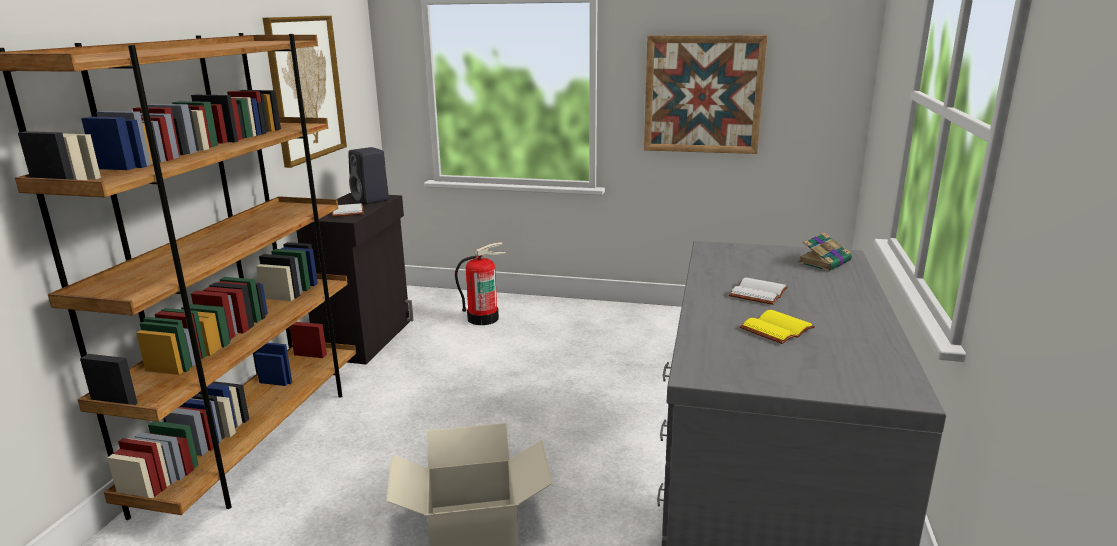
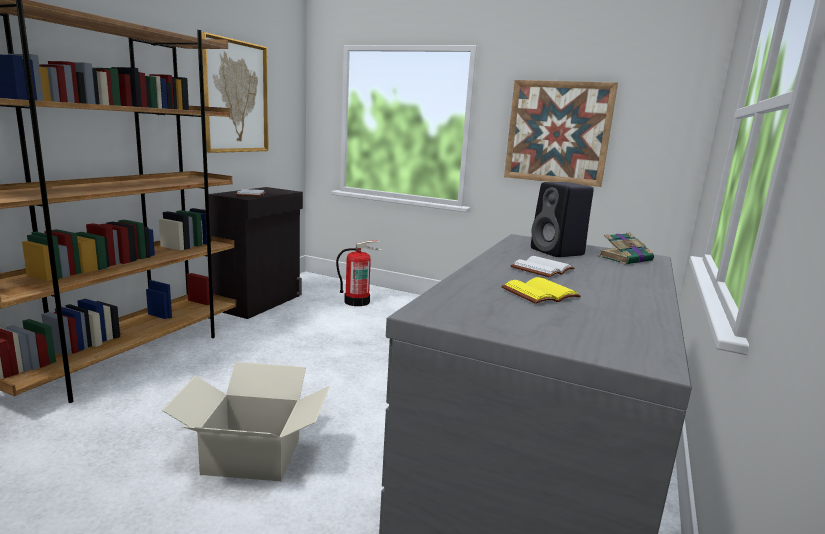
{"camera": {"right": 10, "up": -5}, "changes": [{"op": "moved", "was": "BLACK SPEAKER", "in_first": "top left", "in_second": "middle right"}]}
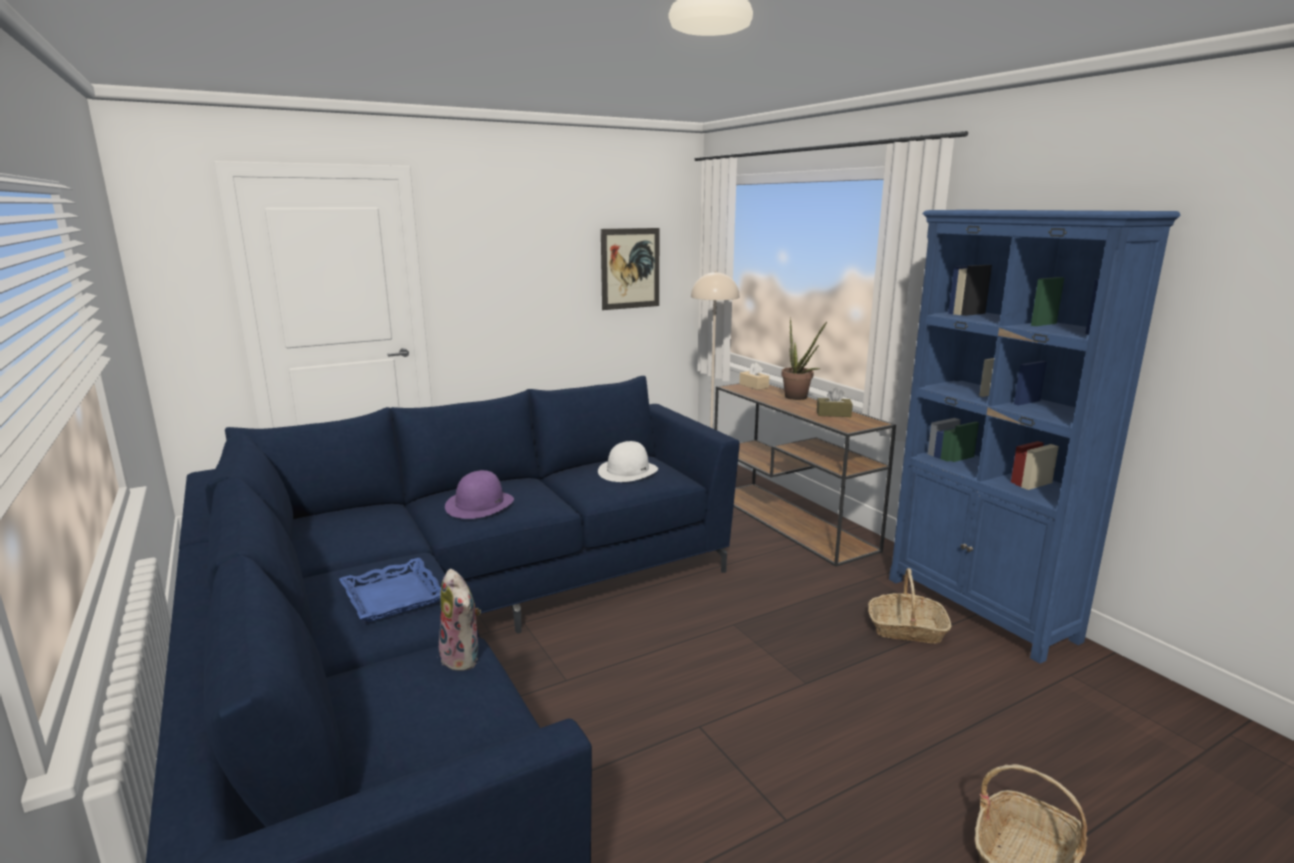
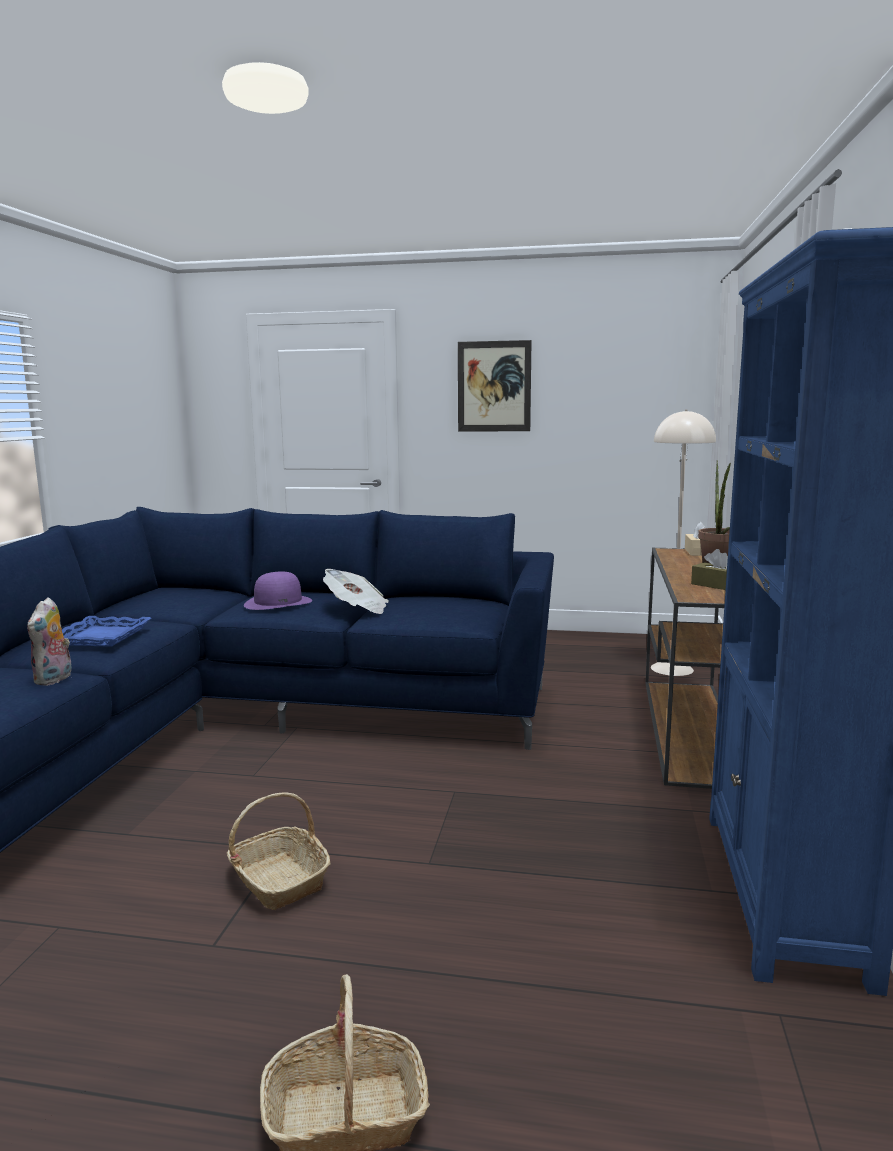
{"camera": {"right": 40, "up": -5}, "changes": [{"op": "moved", "was": "BASKET (1st from left)", "in_first": "bottom right", "in_second": "bottom left"}, {"op": "added", "now": "NEWSPAPER", "in_second": "centre"}, {"op": "moved", "was": "PICTURE", "in_first": "top centre", "in_second": "centre"}, {"op": "removed", "was": "WHITE HAT", "in_first": "centre"}]}
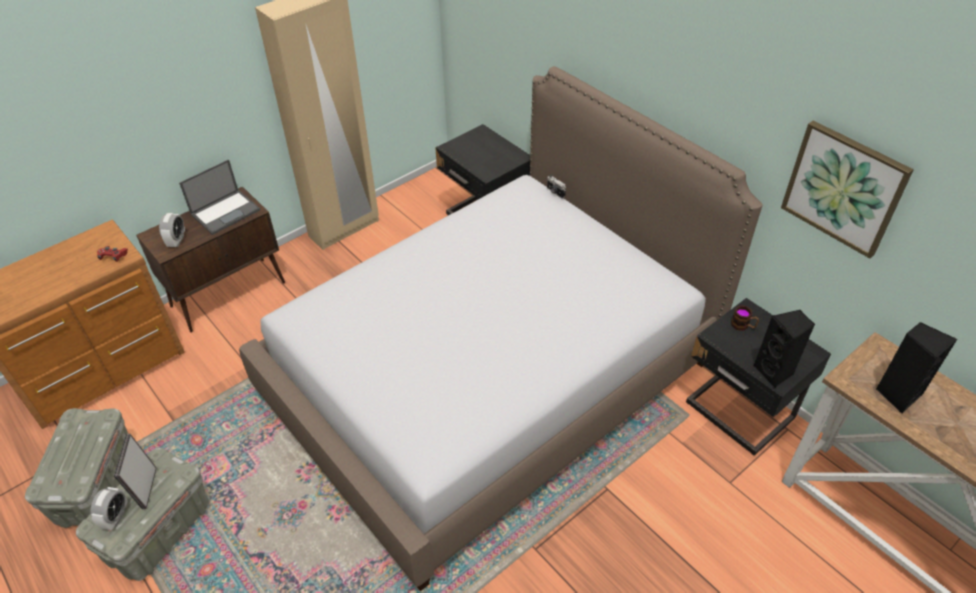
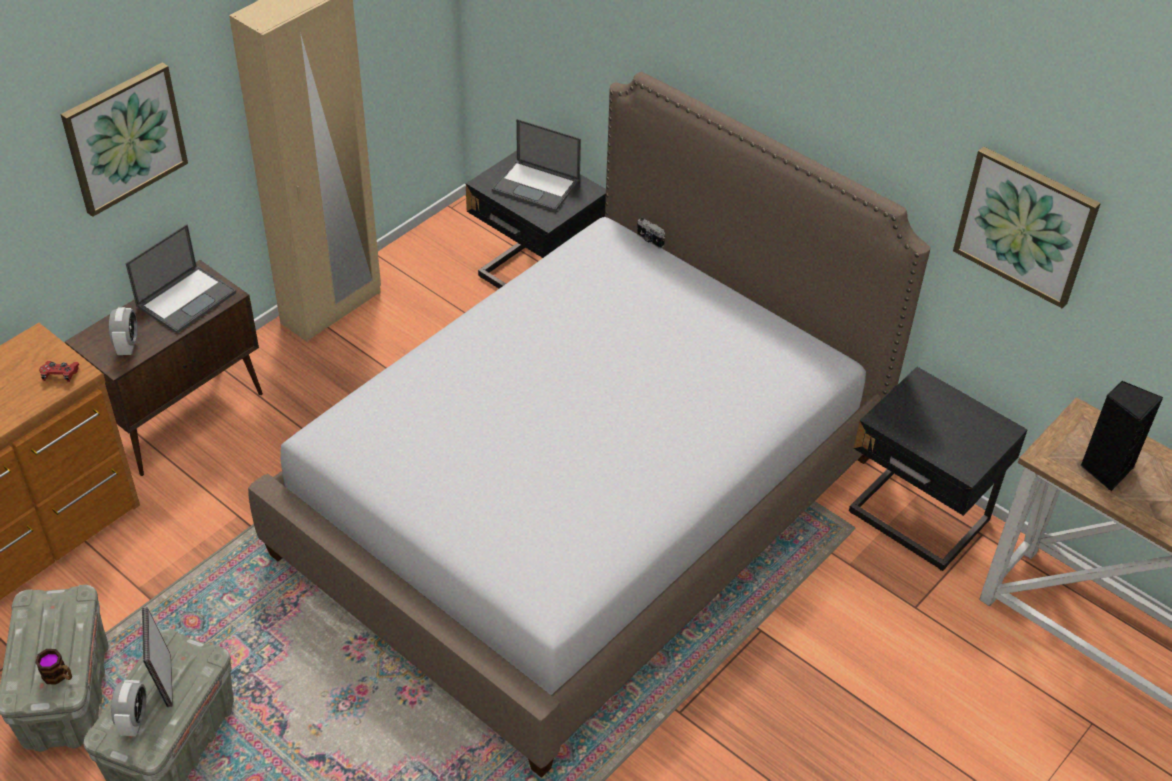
{"camera": {"right": -10, "up": 0}, "changes": [{"op": "moved", "was": "MUG", "in_first": "middle right", "in_second": "bottom left"}, {"op": "added", "now": "PICTURE (1st from left)", "in_second": "top left"}, {"op": "added", "now": "LAPTOP (2nd from left)", "in_second": "top centre"}, {"op": "removed", "was": "BLACK SPEAKER (1st from left)", "in_first": "middle right"}]}
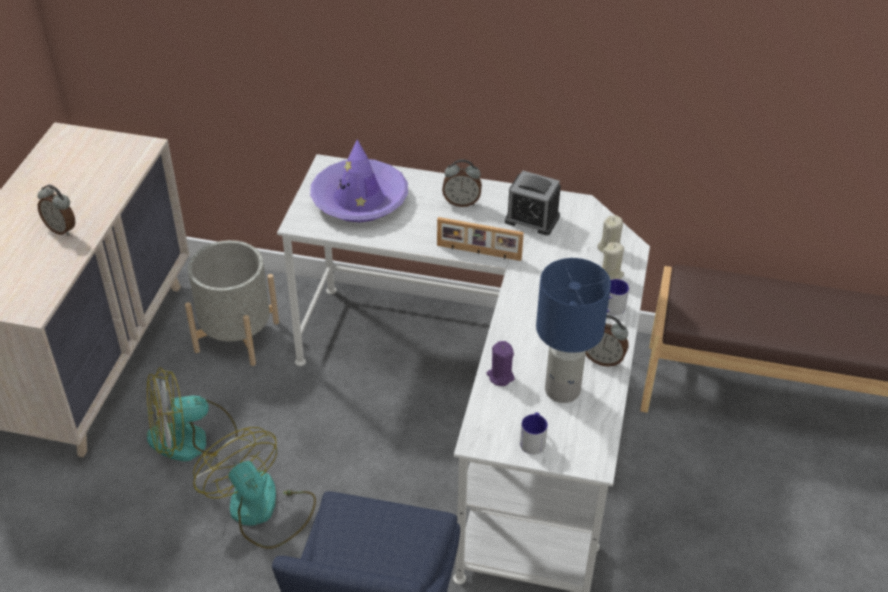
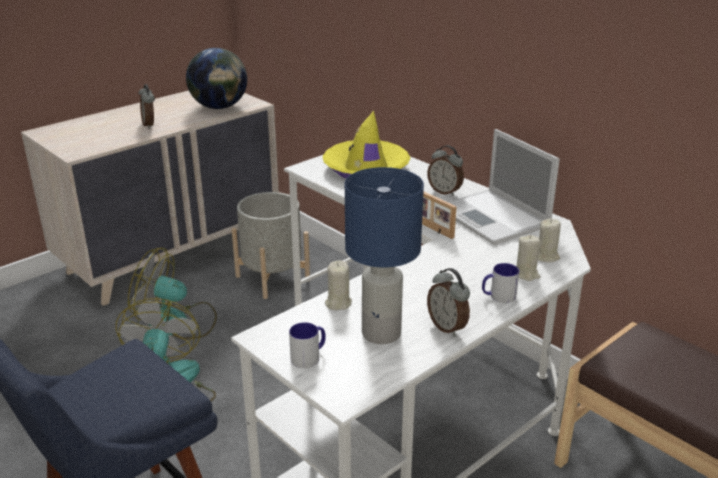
{"camera": {"right": 35, "up": -15}, "changes": [{"op": "added", "now": "GLOBE", "in_second": "top left"}, {"op": "recoloured", "was": "PURPLE HAT", "now": "YELLOW HAT", "in_first": "top centre", "in_second": "top centre"}, {"op": "recoloured", "was": "PURPLE CANDLE", "now": "BEIGE CANDLE (1st from left)", "in_first": "centre", "in_second": "centre"}, {"op": "replaced", "was": "ALARM CLOCK (3rd from left)", "now": "LAPTOP", "in_first": "centre", "in_second": "middle right"}]}
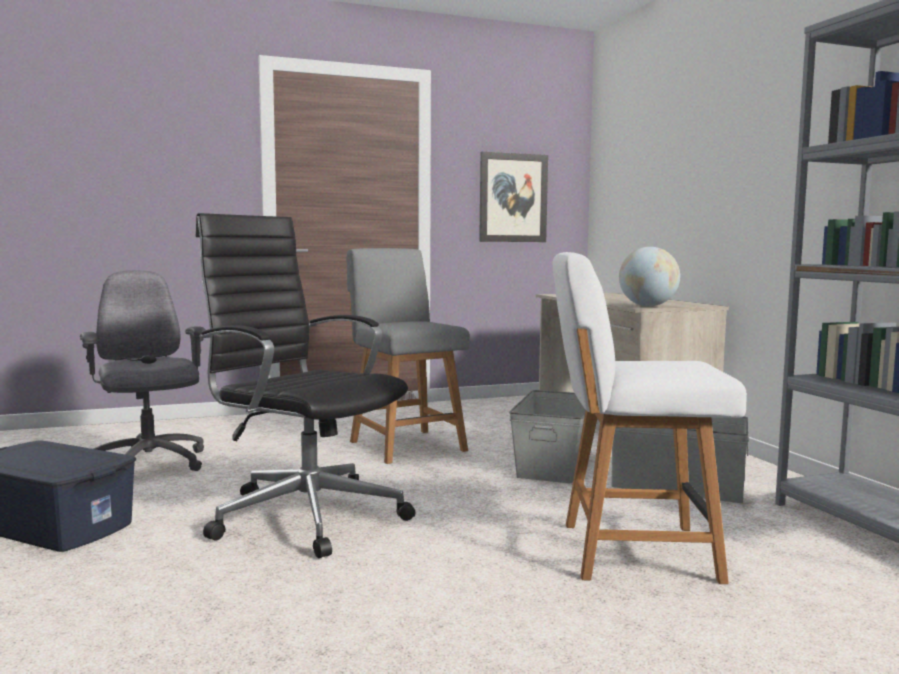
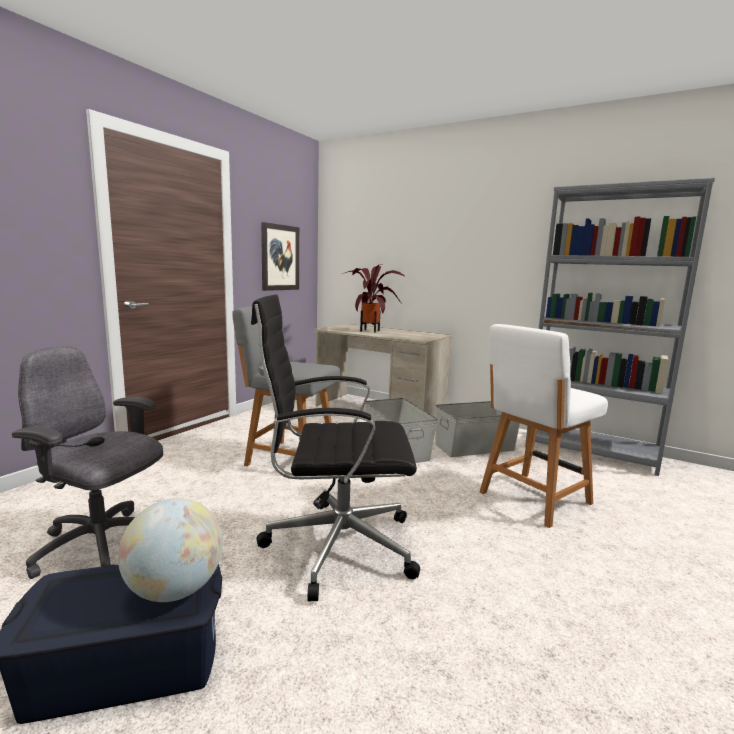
{"camera": {"right": -40, "up": 5}, "changes": [{"op": "moved", "was": "GLOBE", "in_first": "middle right", "in_second": "bottom left"}, {"op": "added", "now": "POTTED PLANT", "in_second": "centre"}]}
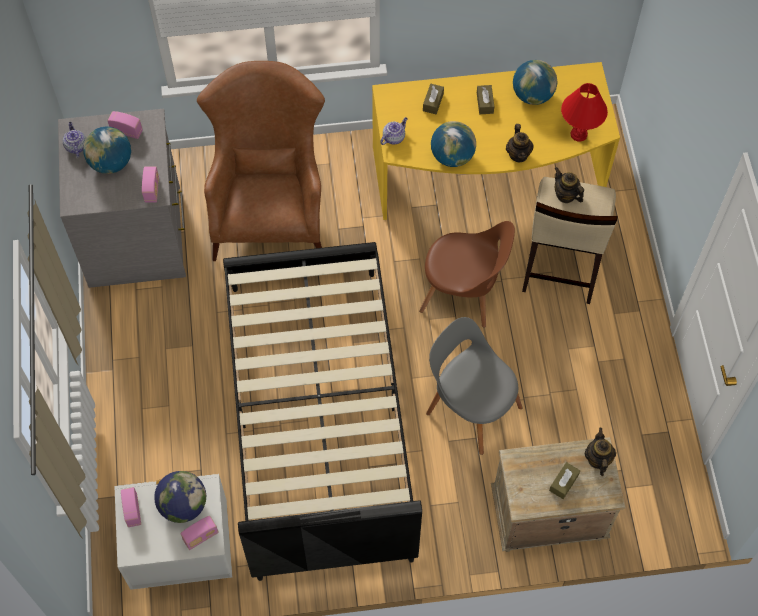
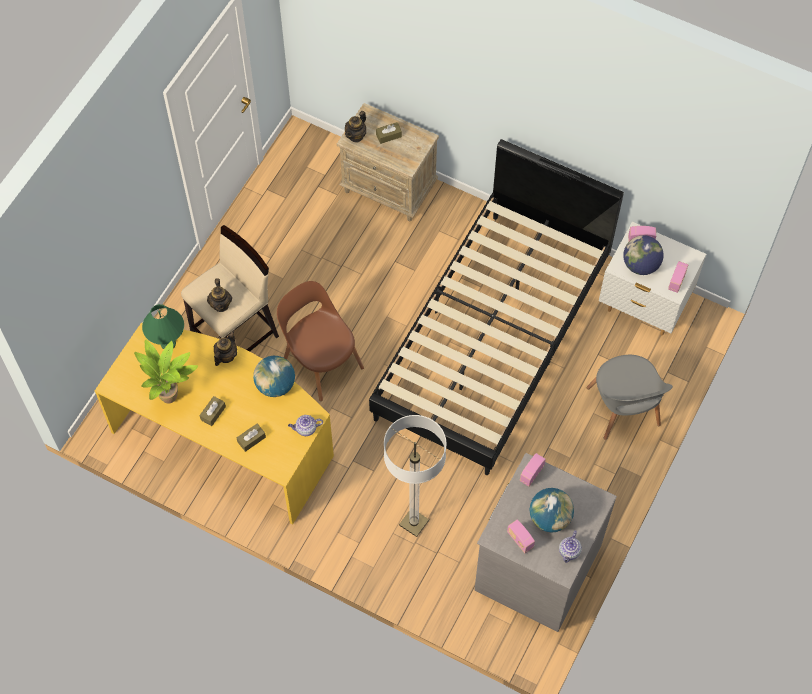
{"camera": {"right": -145, "up": 0}, "changes": [{"op": "replaced", "was": "GLOBE (4th from left)", "now": "POTTED PLANT", "in_first": "top right", "in_second": "middle left"}, {"op": "recoloured", "was": "RED TABLE LAMP", "now": "GREEN TABLE LAMP", "in_first": "top right", "in_second": "middle left"}, {"op": "replaced", "was": "BROWN ARMCHAIR", "now": "FLOOR LAMP", "in_first": "top centre", "in_second": "bottom centre"}, {"op": "moved", "was": "GREY CHAIR", "in_first": "centre", "in_second": "middle right"}]}
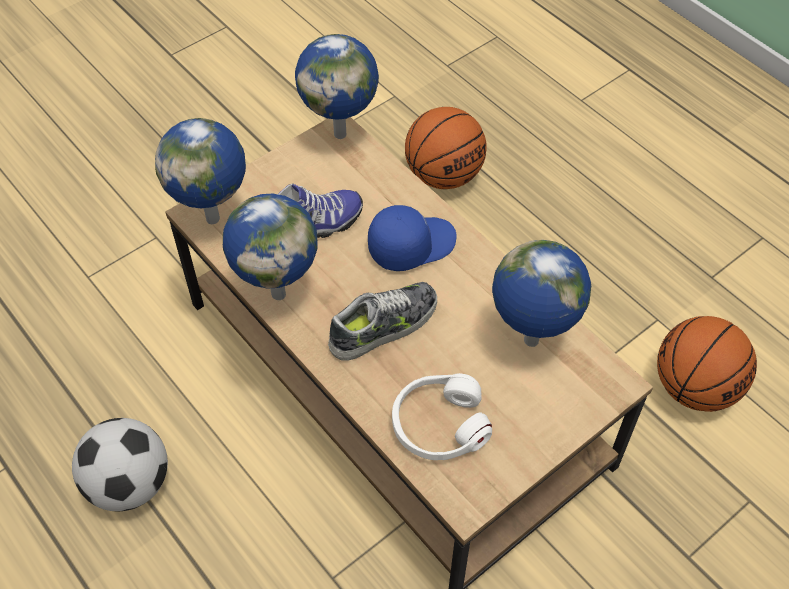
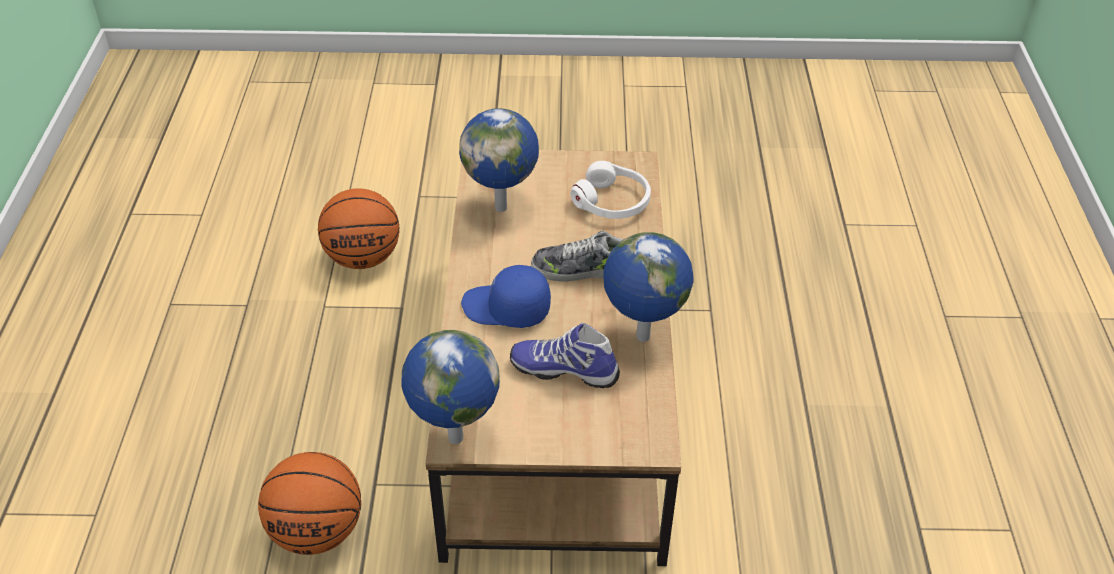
{"camera": {"right": -140, "up": -10}, "changes": [{"op": "removed", "was": "FOOTBALL", "in_first": "bottom left"}, {"op": "removed", "was": "GLOBE (1st from left)", "in_first": "top left"}]}
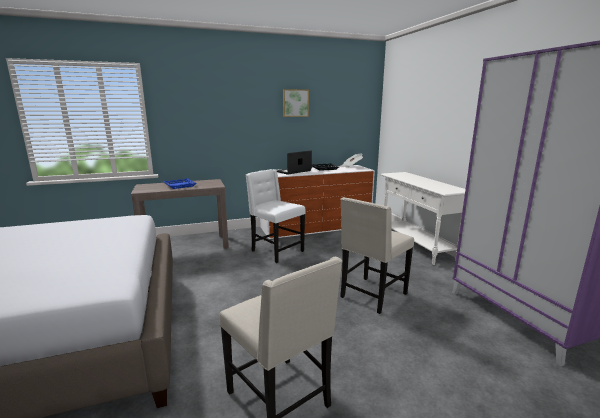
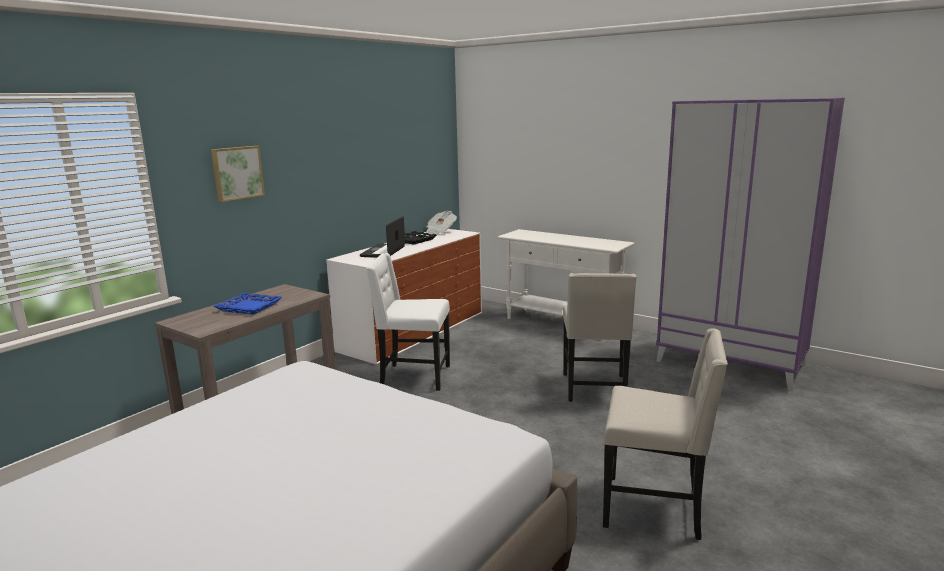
{"camera": {"right": -35, "up": 0}, "changes": [{"op": "moved", "was": "PICTURE", "in_first": "top centre", "in_second": "top left"}]}
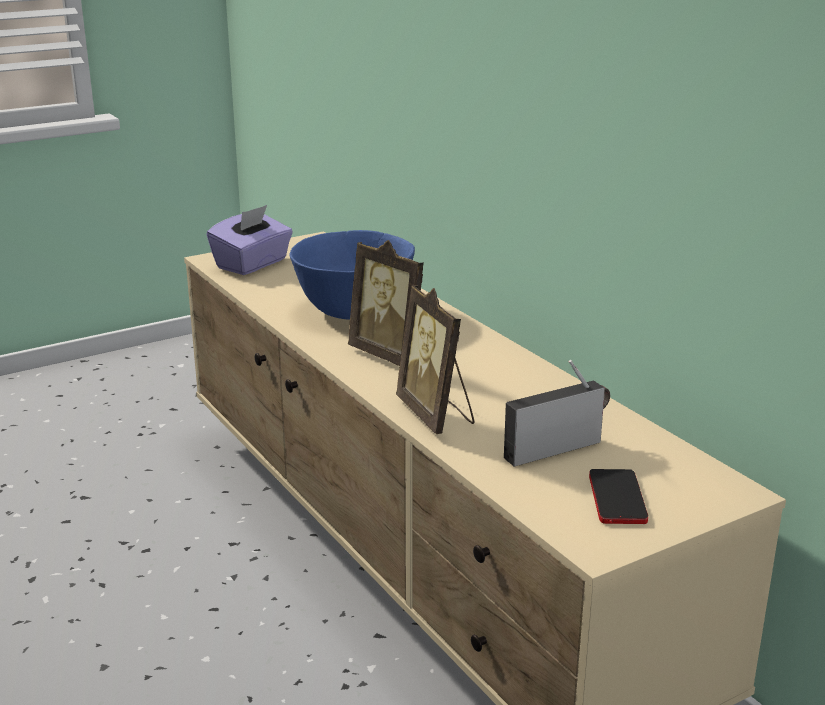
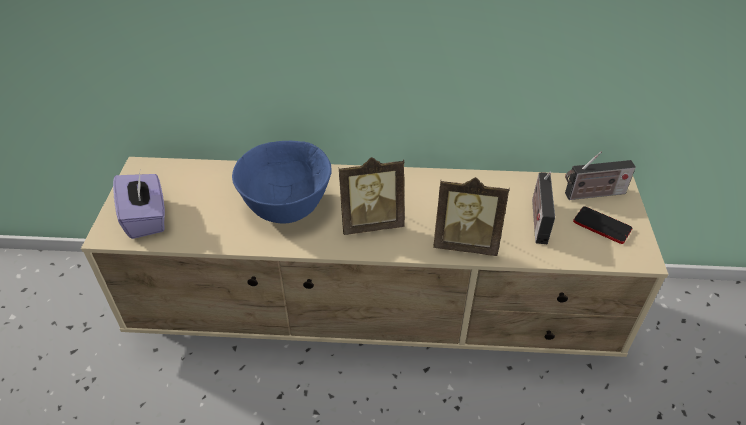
{"camera": {"right": -55, "up": 20}, "changes": [{"op": "added", "now": "RADIO (2nd from left)", "in_second": "middle right"}]}
